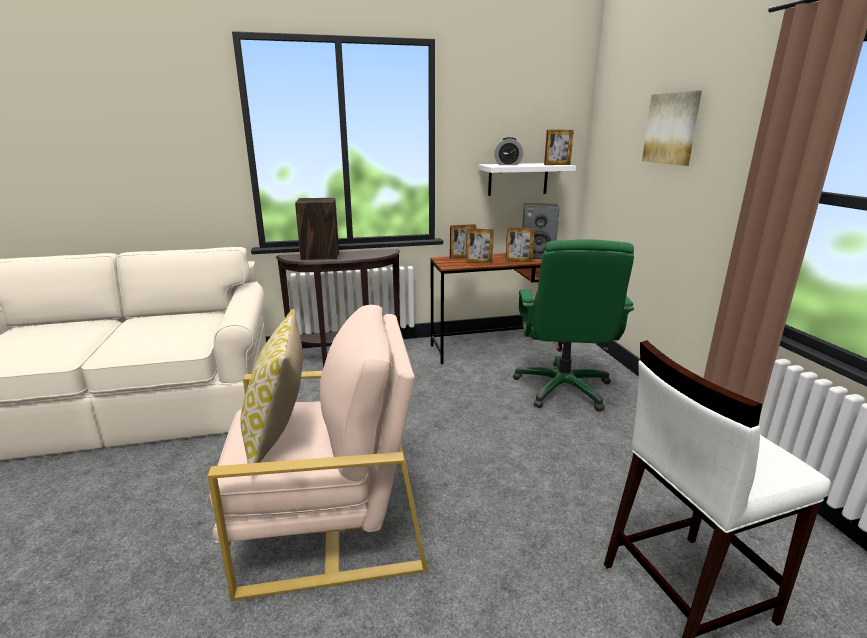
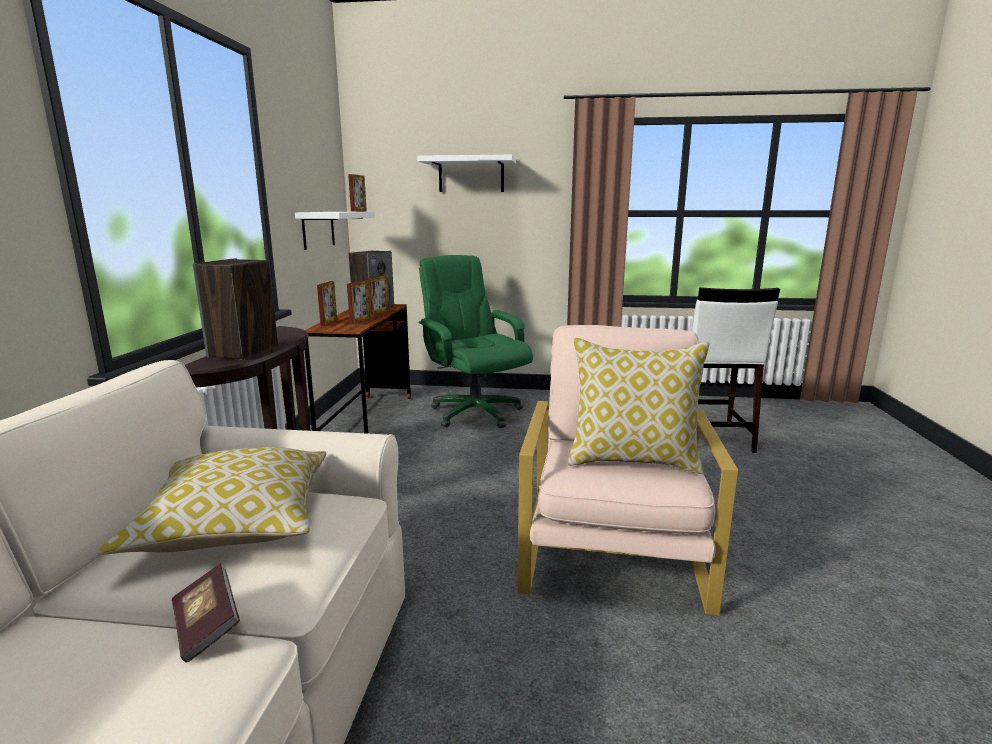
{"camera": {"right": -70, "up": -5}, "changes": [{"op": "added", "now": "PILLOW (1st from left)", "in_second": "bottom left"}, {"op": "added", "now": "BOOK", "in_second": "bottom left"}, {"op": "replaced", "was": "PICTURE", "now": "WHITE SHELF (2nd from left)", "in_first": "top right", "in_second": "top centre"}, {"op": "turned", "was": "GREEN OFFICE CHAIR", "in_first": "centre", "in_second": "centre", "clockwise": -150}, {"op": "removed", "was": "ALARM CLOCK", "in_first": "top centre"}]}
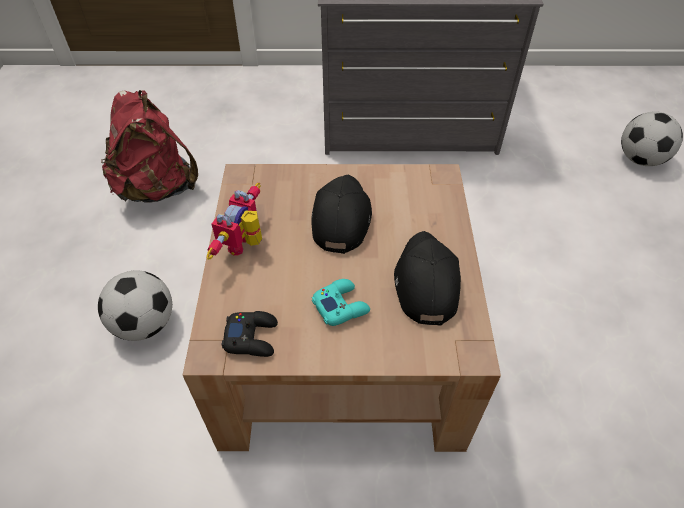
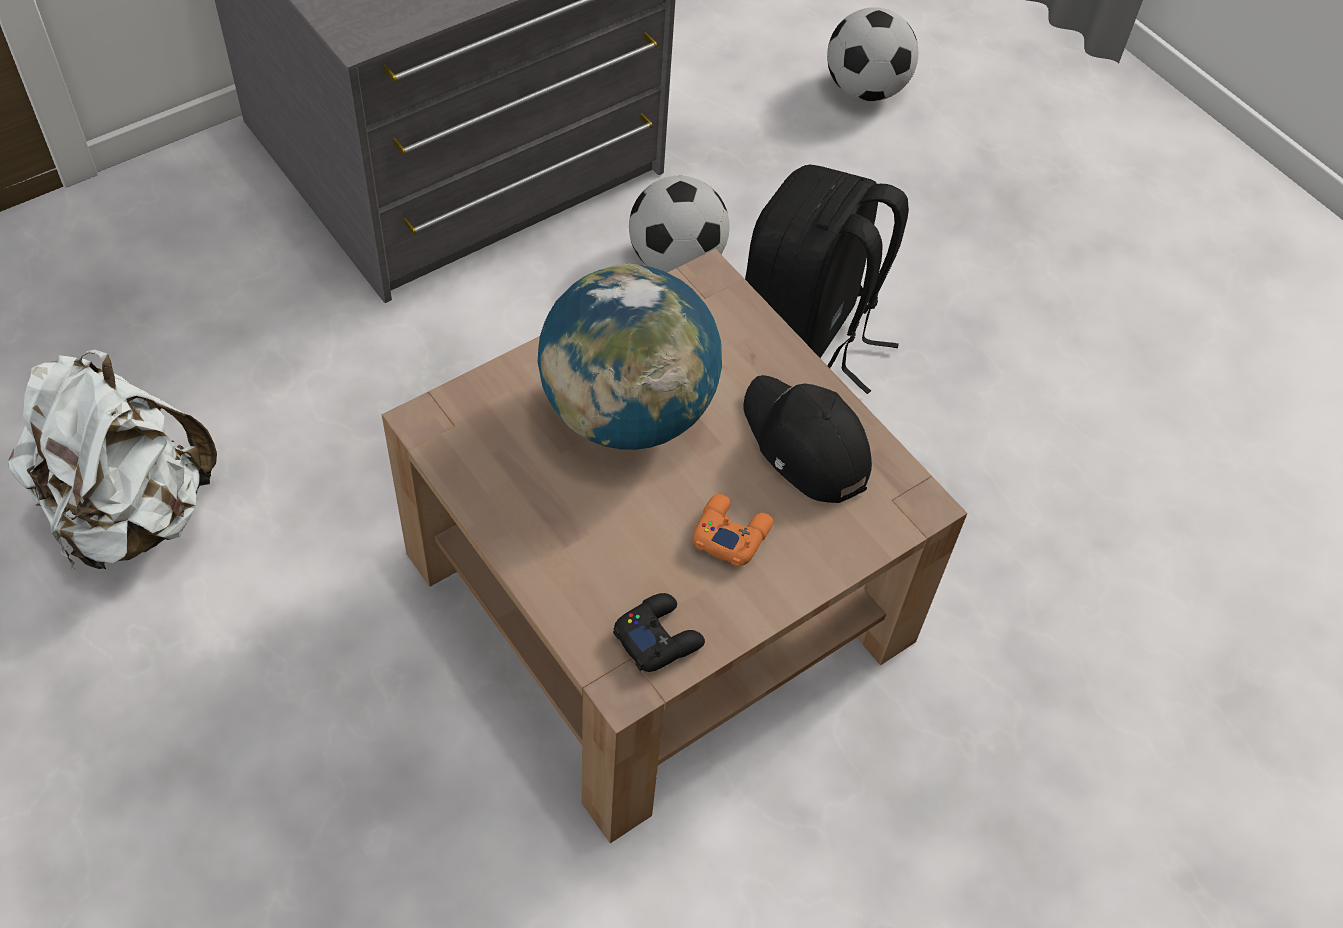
{"camera": {"right": -40, "up": 5}, "changes": [{"op": "recoloured", "was": "RED BACKPACK", "now": "WHITE BACKPACK", "in_first": "top left", "in_second": "middle left"}, {"op": "replaced", "was": "BLACK CAP (1st from left)", "now": "GLOBE", "in_first": "centre", "in_second": "centre"}, {"op": "moved", "was": "FOOTBALL (1st from left)", "in_first": "middle left", "in_second": "top centre"}, {"op": "recoloured", "was": "TURQUOISE GAME CONTROLLER", "now": "ORANGE GAME CONTROLLER", "in_first": "centre", "in_second": "centre"}, {"op": "added", "now": "BLACK BACKPACK", "in_second": "top centre"}, {"op": "removed", "was": "TOY ROBOT", "in_first": "centre"}]}
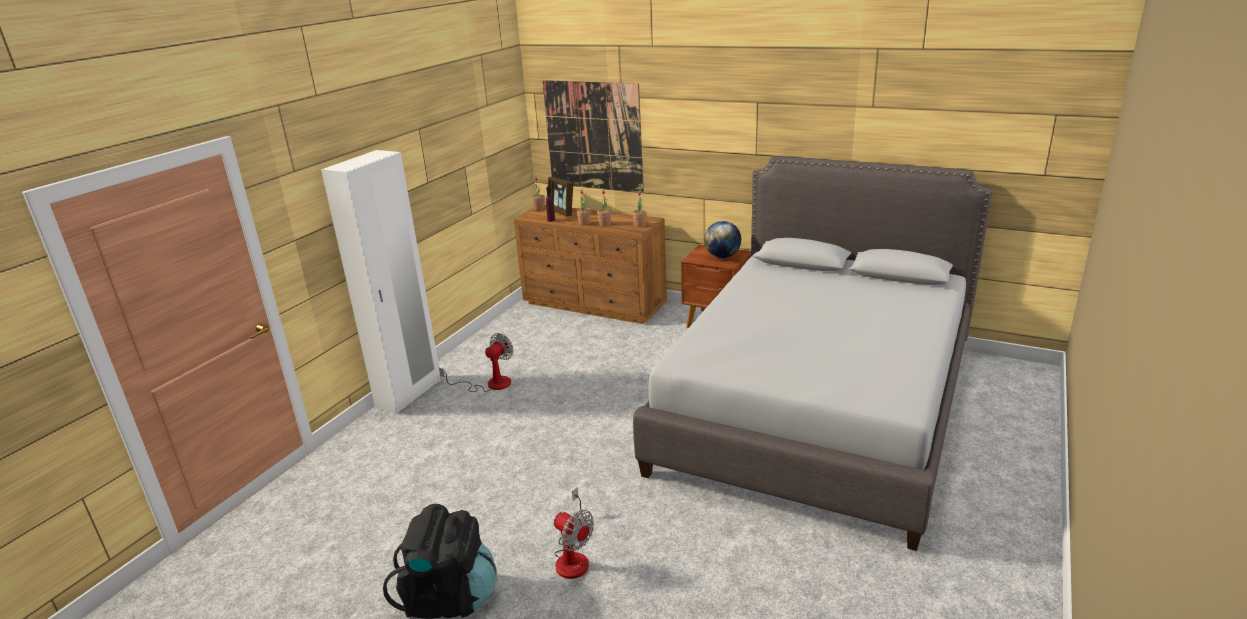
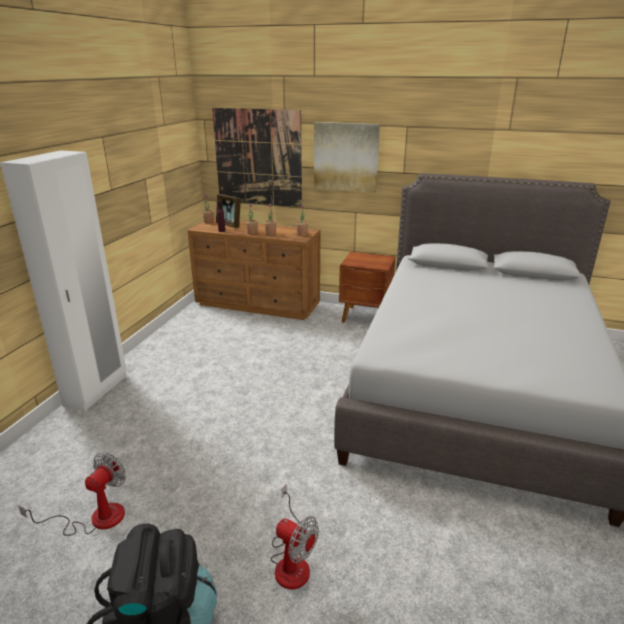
{"camera": {"right": -10, "up": 0}, "changes": [{"op": "moved", "was": "FAN (1st from left)", "in_first": "centre", "in_second": "bottom left"}, {"op": "added", "now": "PICTURE (2nd from left)", "in_second": "top centre"}, {"op": "removed", "was": "GLOBE", "in_first": "centre"}]}
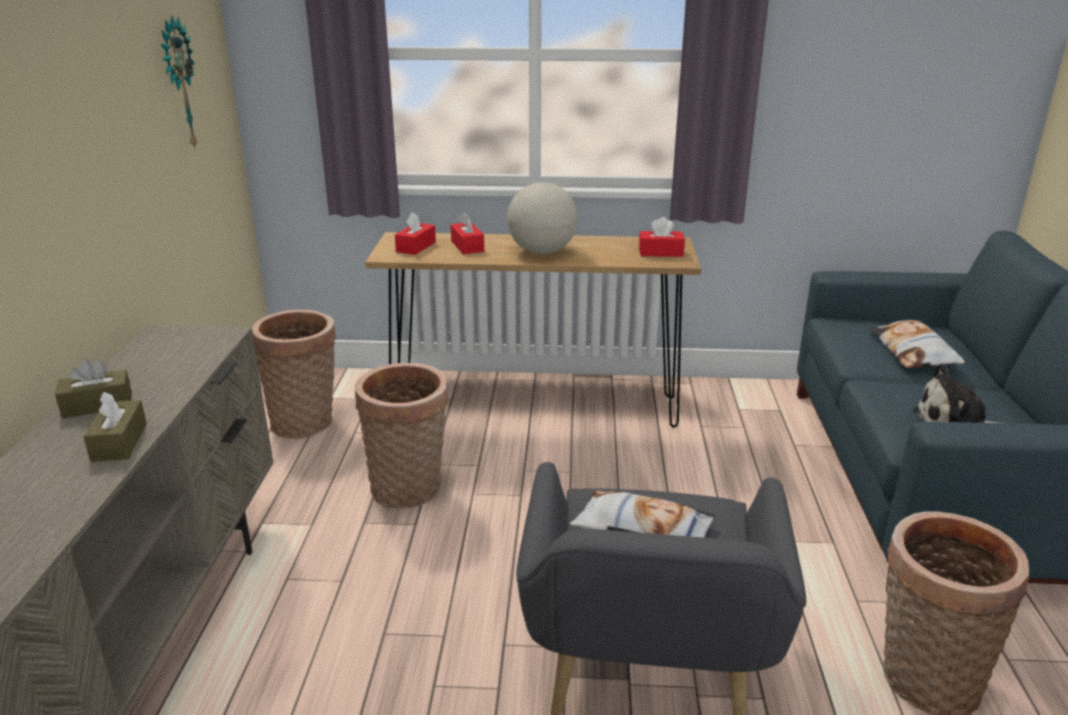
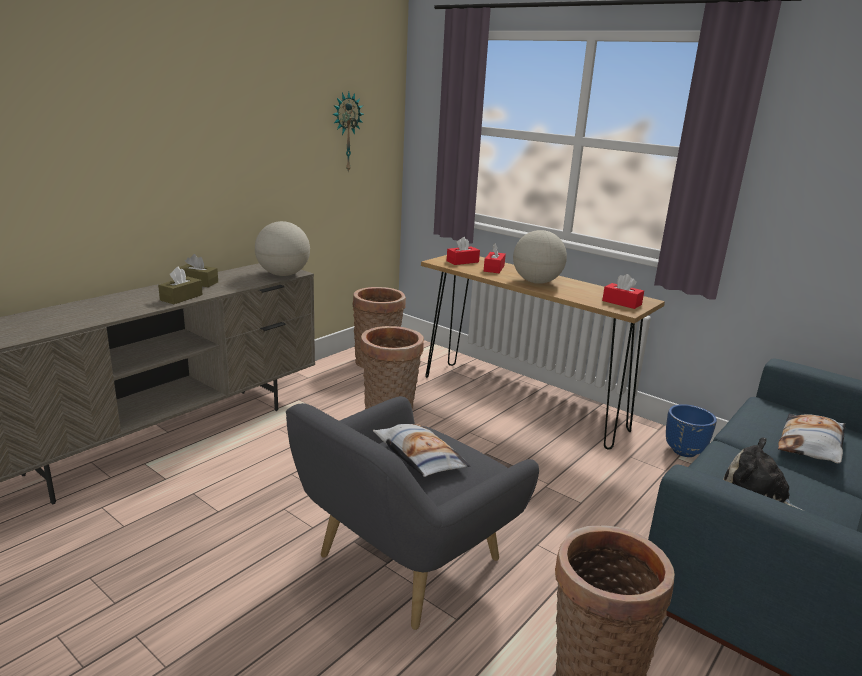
{"camera": {"right": 35, "up": -5}, "changes": [{"op": "added", "now": "GLOBE (1st from left)", "in_second": "middle left"}, {"op": "added", "now": "BLUE PLANTER", "in_second": "middle right"}]}
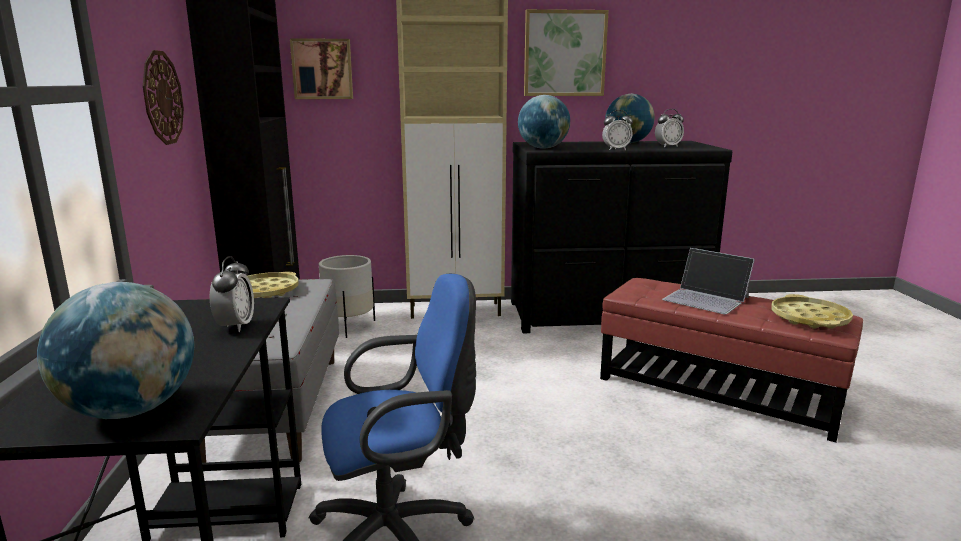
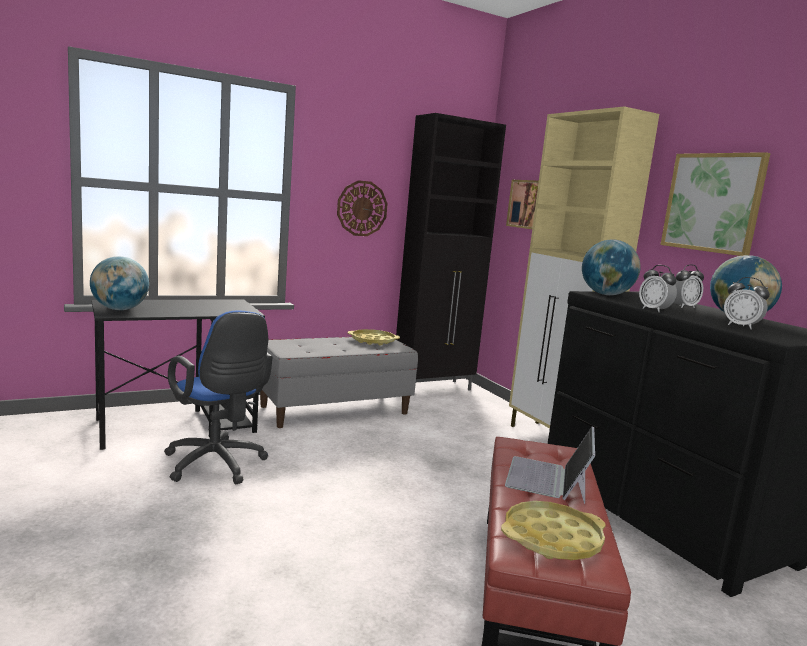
{"camera": {"right": 65, "up": -5}, "changes": [{"op": "moved", "was": "ALARM CLOCK (1st from left in the first image)", "now": "ALARM CLOCK (2nd from left)", "in_first": "middle left", "in_second": "middle right"}, {"op": "removed", "was": "WHITE PLANTER", "in_first": "centre"}]}
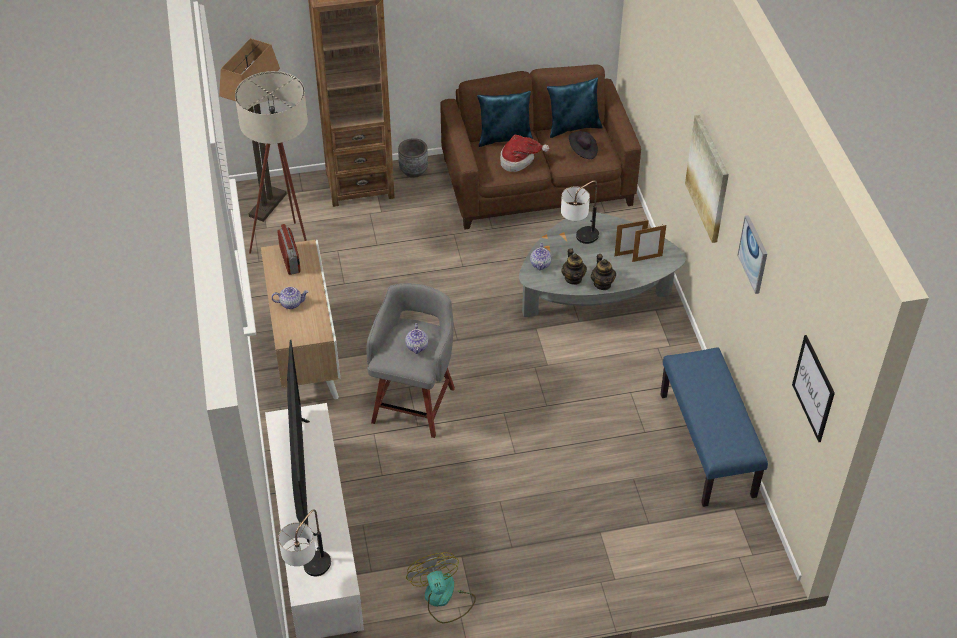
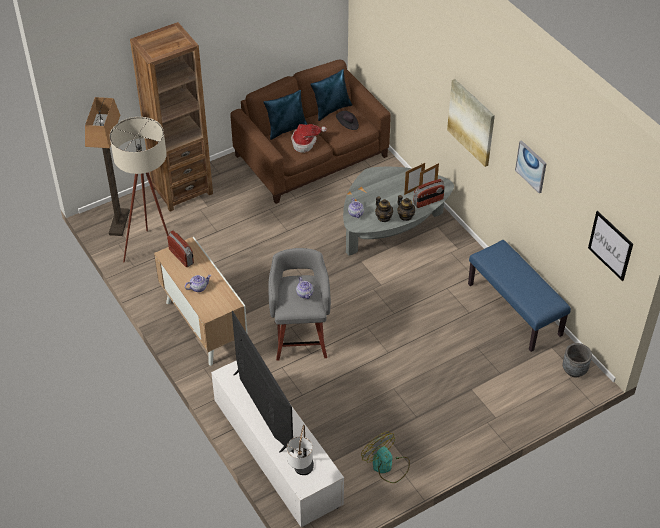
{"camera": {"right": -20, "up": 0}, "changes": [{"op": "added", "now": "RADIO (2nd from left)", "in_second": "centre"}, {"op": "moved", "was": "GREY PLANTER", "in_first": "top centre", "in_second": "bottom right"}, {"op": "removed", "was": "TABLE LAMP (2nd from left)", "in_first": "top centre"}]}
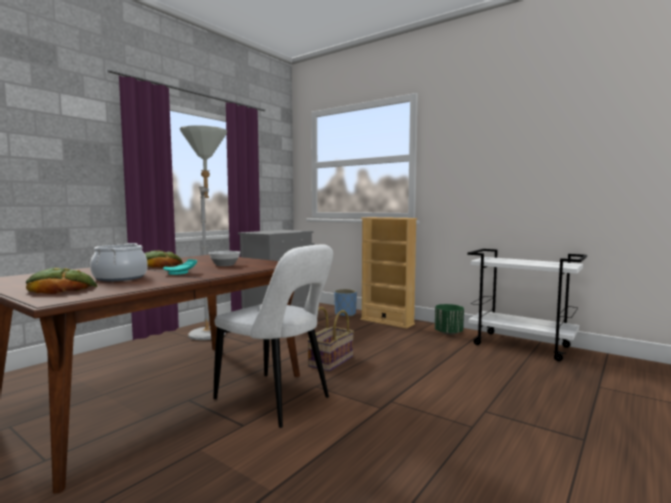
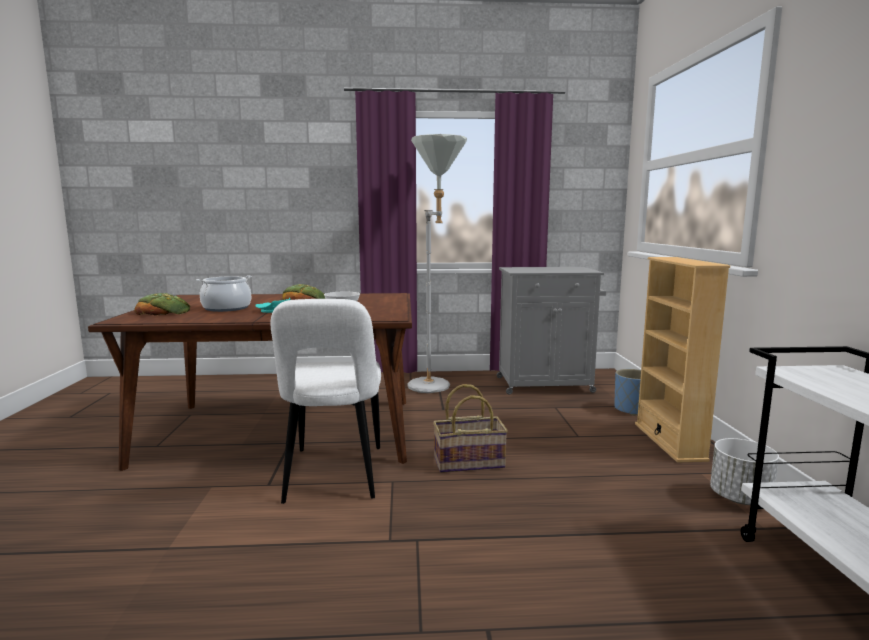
{"camera": {"right": 50, "up": 5}, "changes": [{"op": "recoloured", "was": "GREEN PLANTER", "now": "WHITE PLANTER", "in_first": "middle right", "in_second": "bottom right"}]}
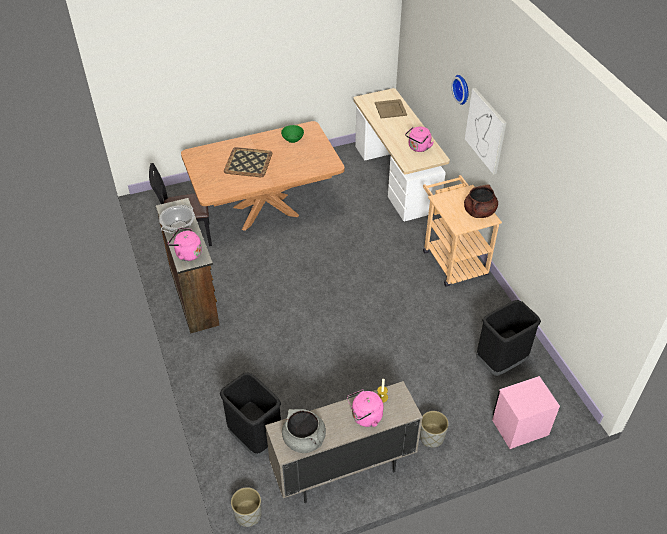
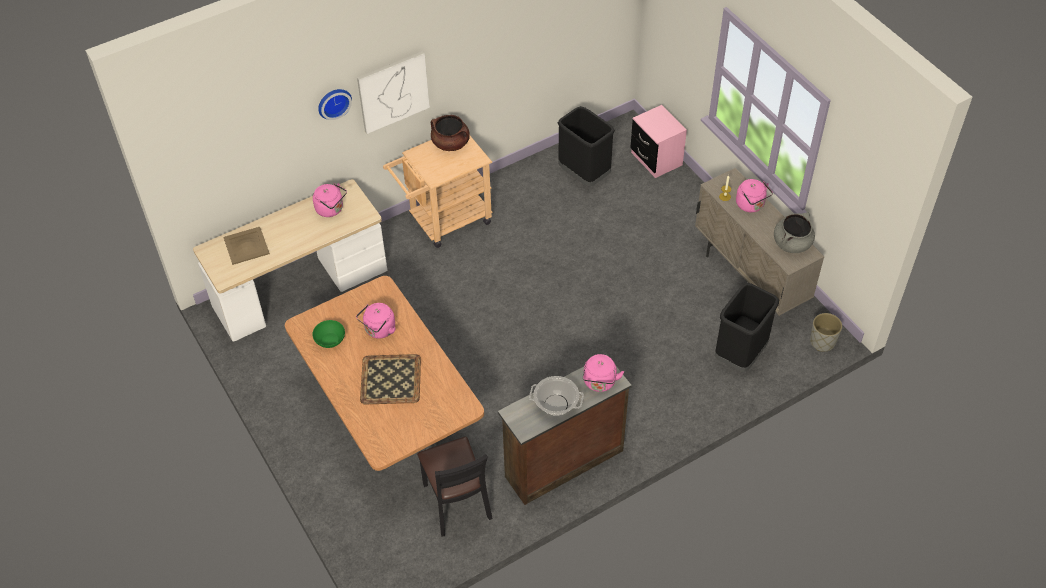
{"camera": {"right": -100, "up": 5}, "changes": [{"op": "added", "now": "PINK KETTLE (2nd from left)", "in_second": "centre"}, {"op": "removed", "was": "GREY PLANTER (2nd from left)", "in_first": "bottom centre"}]}
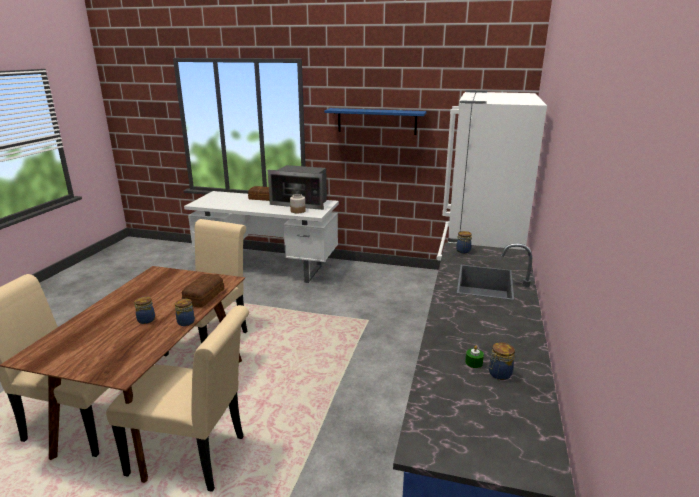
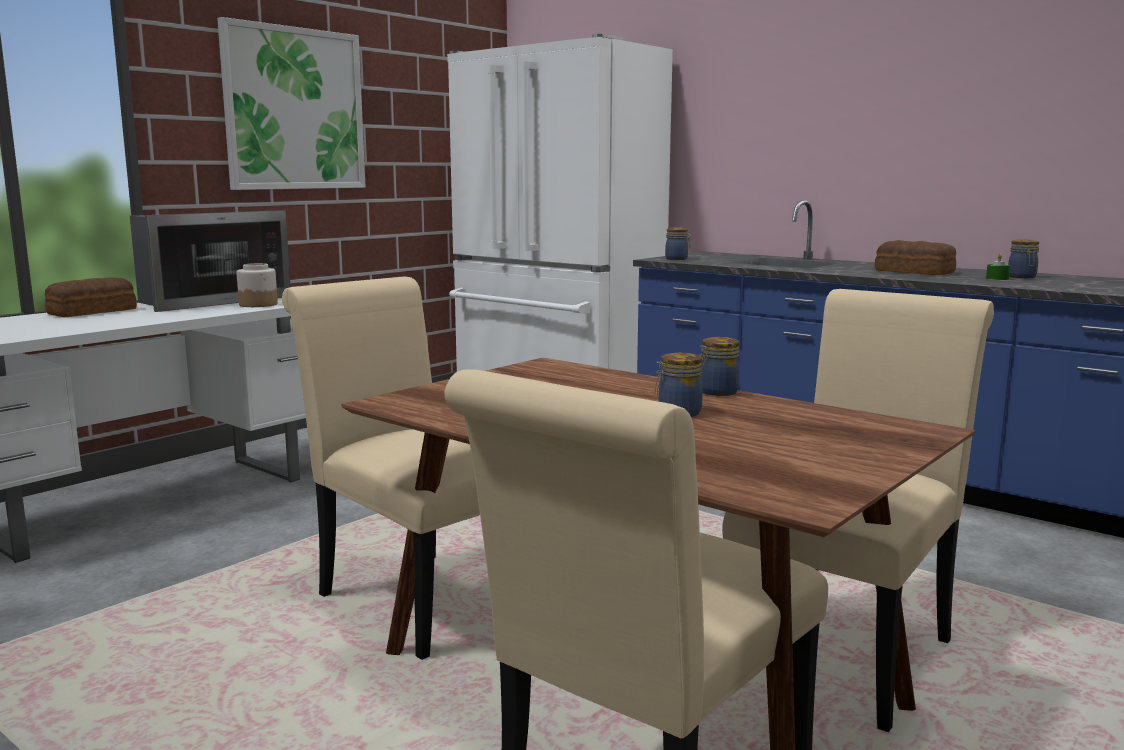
{"camera": {"right": -65, "up": -10}, "changes": [{"op": "replaced", "was": "BLUE SHELF", "now": "PICTURE", "in_first": "top centre", "in_second": "top left"}, {"op": "moved", "was": "BREAD (1st from left in the first image)", "now": "BREAD (2nd from left)", "in_first": "middle left", "in_second": "middle right"}]}
